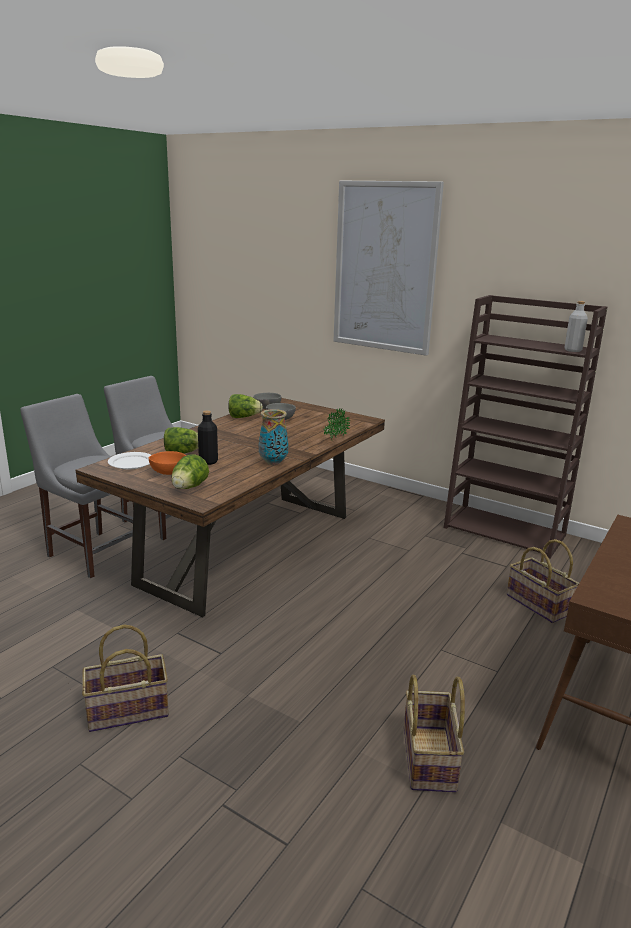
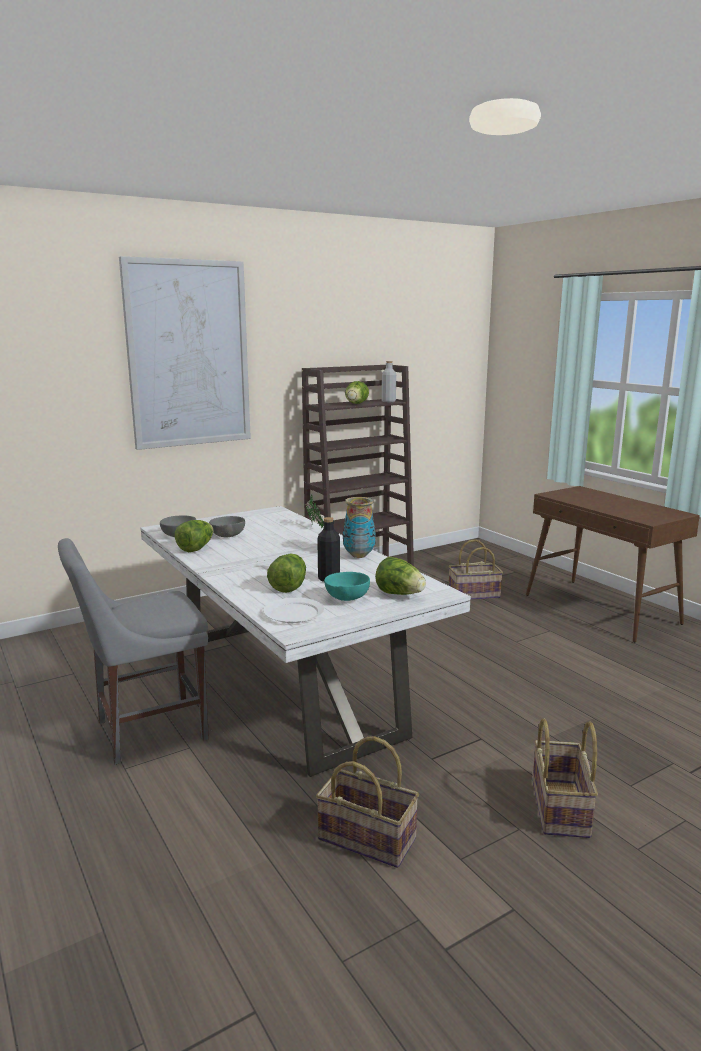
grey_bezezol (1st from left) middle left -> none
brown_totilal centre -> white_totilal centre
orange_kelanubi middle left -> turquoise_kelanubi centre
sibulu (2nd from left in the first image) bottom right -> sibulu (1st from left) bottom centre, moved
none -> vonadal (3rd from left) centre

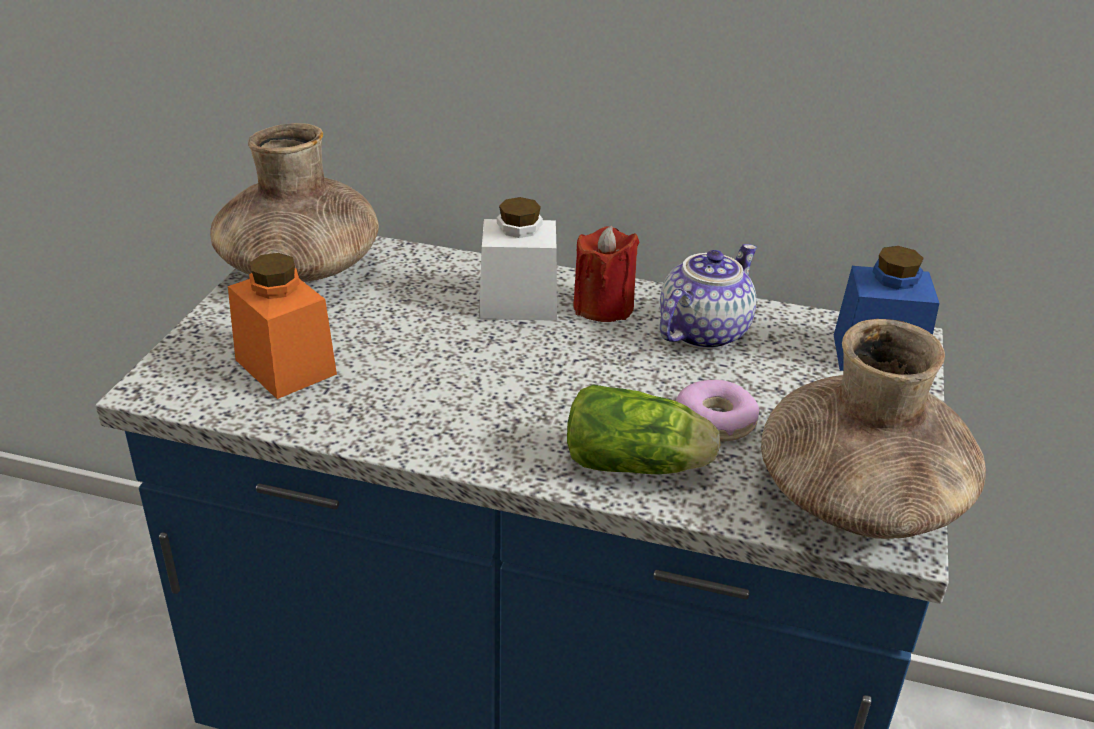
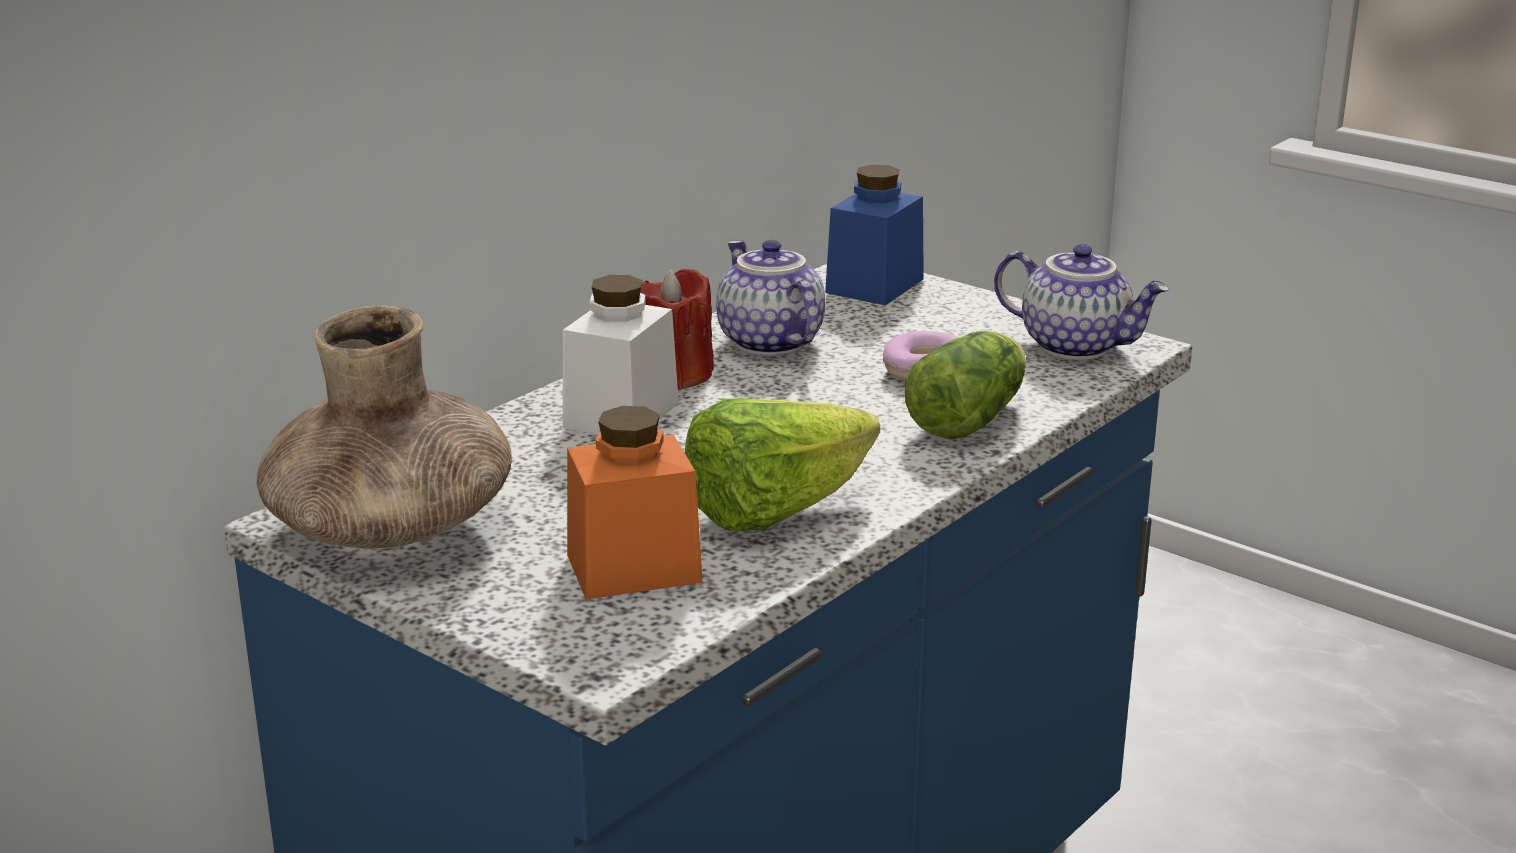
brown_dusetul (2nd from left) middle right -> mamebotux (2nd from left) middle right
none -> vonadal (1st from left) centre

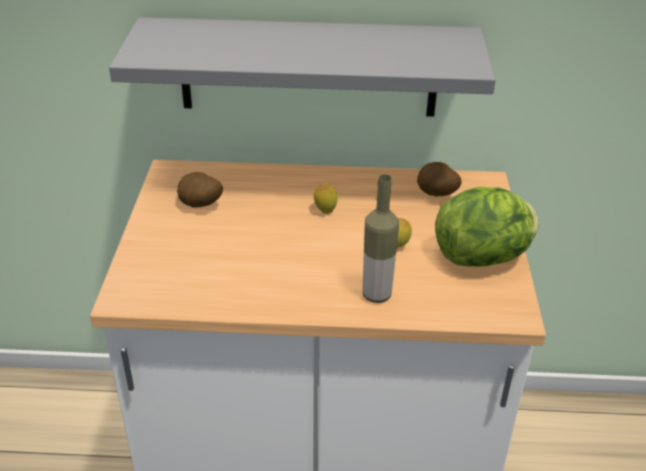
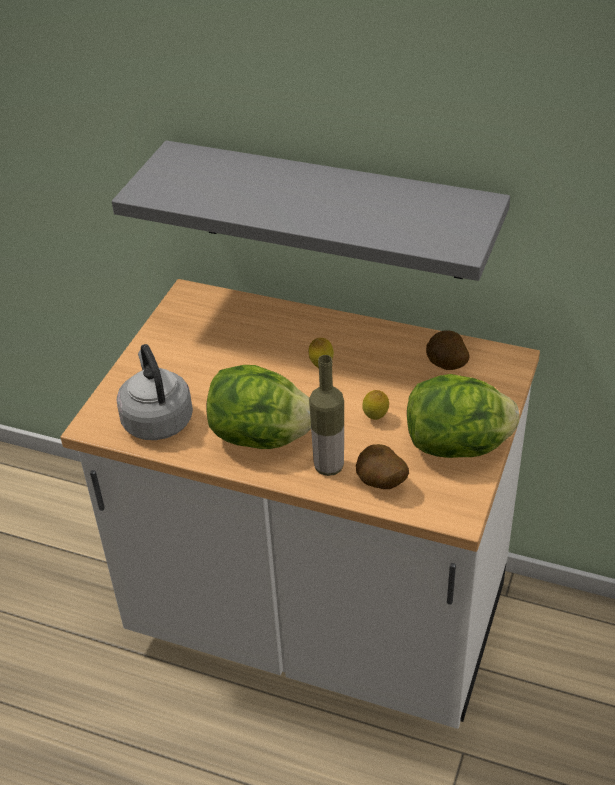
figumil (1st from left) middle left -> figumil (1st from left) centre, moved
none -> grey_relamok middle left
none -> vonadal (1st from left) centre

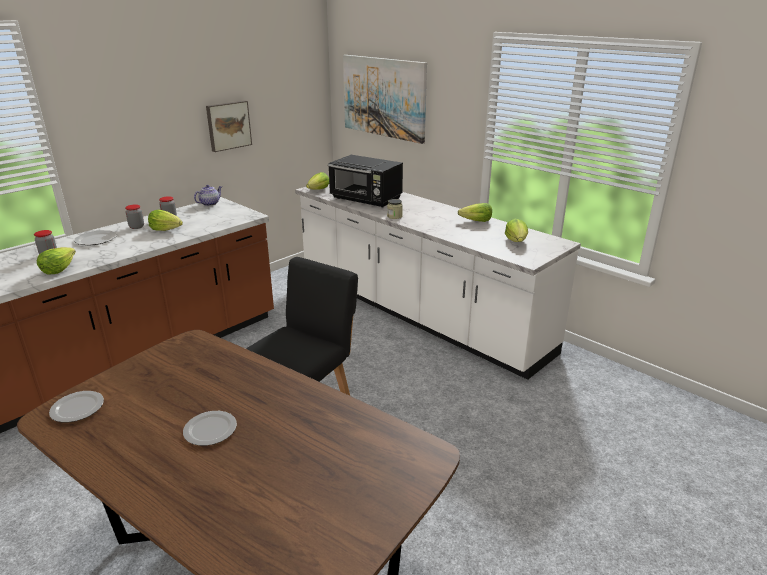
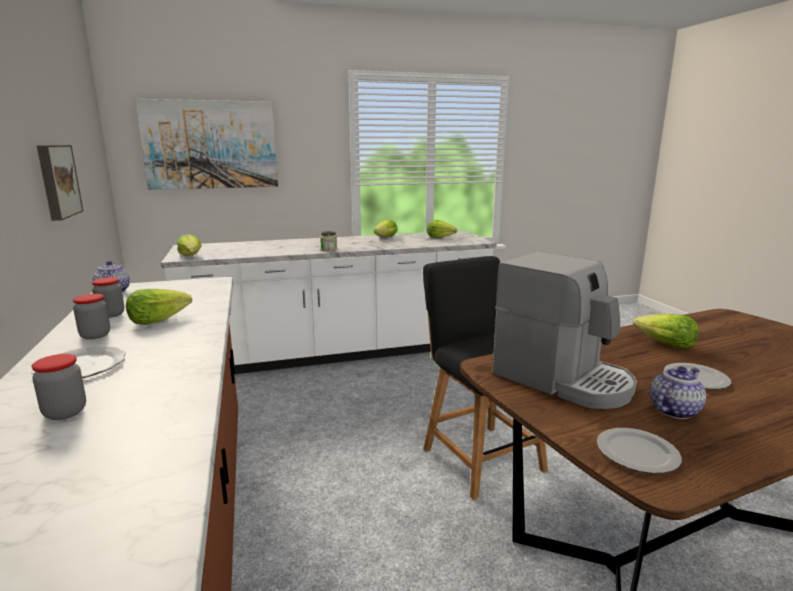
vonadal (1st from left in the first image) middle left -> vonadal (5th from left) middle right, moved
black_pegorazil top centre -> none
none -> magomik middle right
none -> mamebotux (2nd from left) middle right

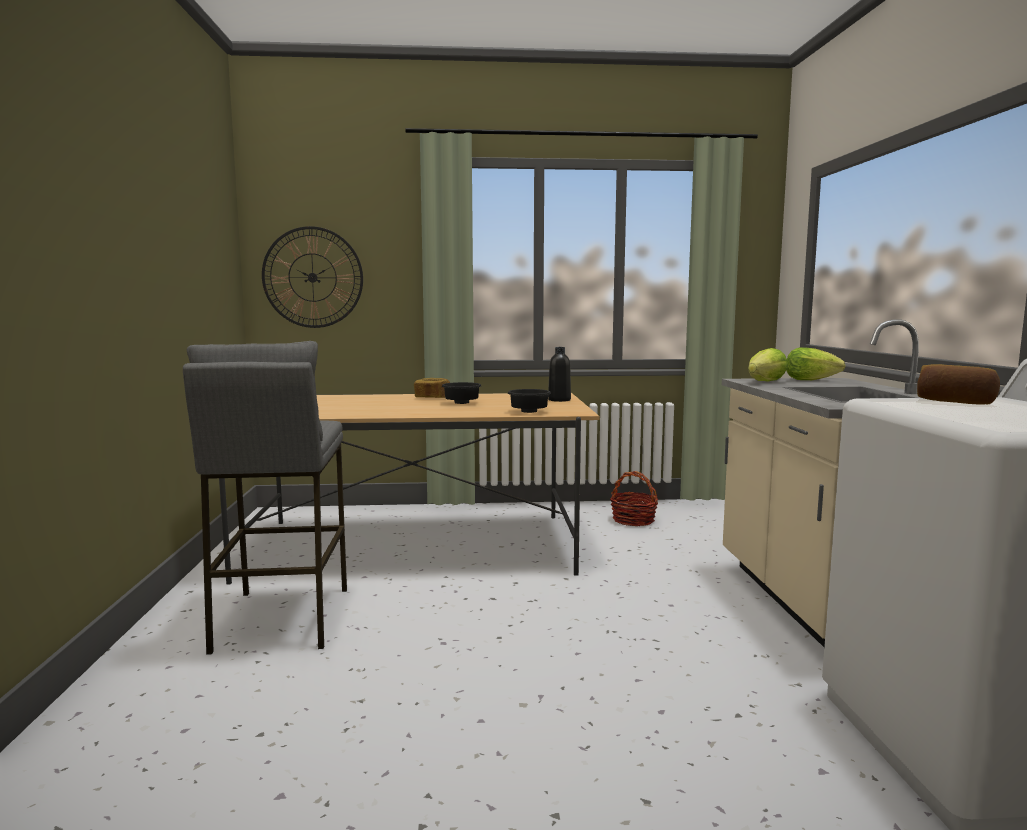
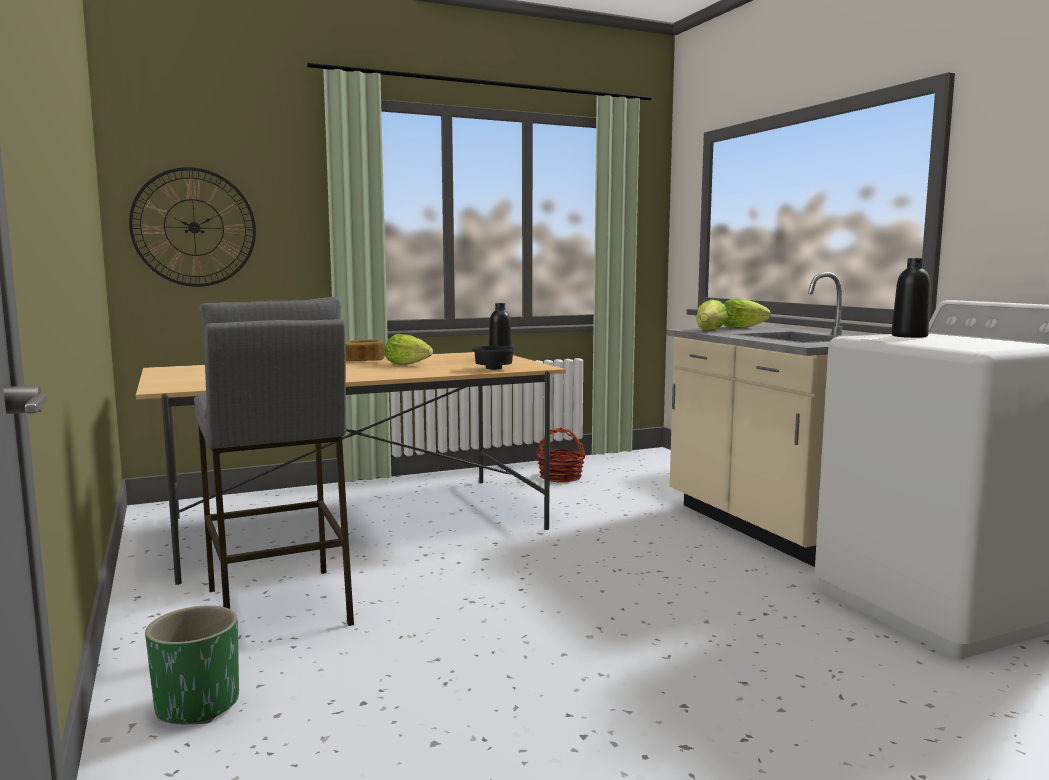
black_kelanubi (1st from left) centre -> vonadal (1st from left) centre
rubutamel (2nd from left) middle right -> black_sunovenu (2nd from left) middle right
none -> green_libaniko bottom left

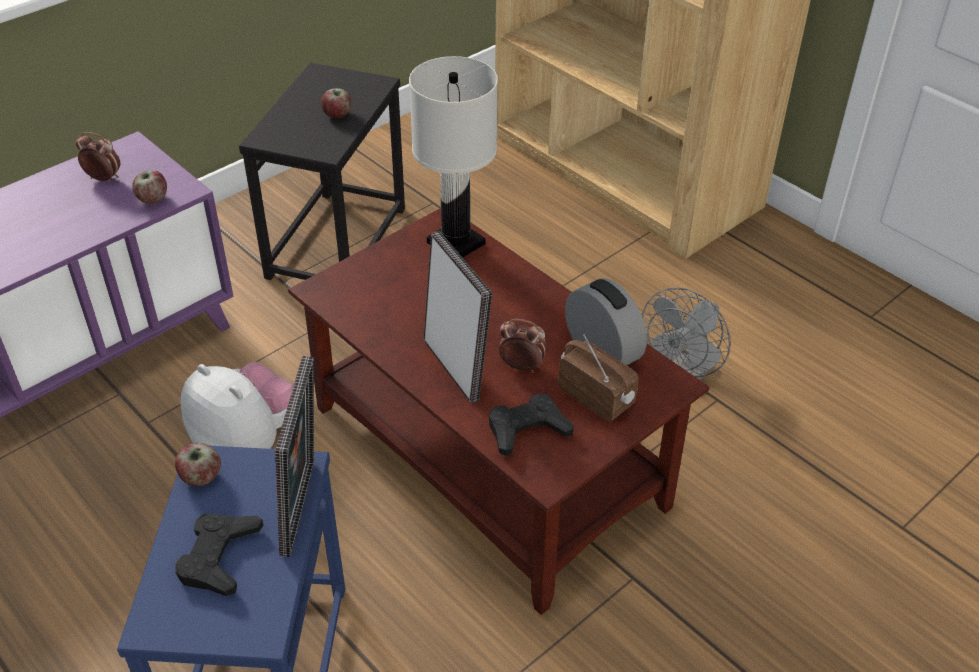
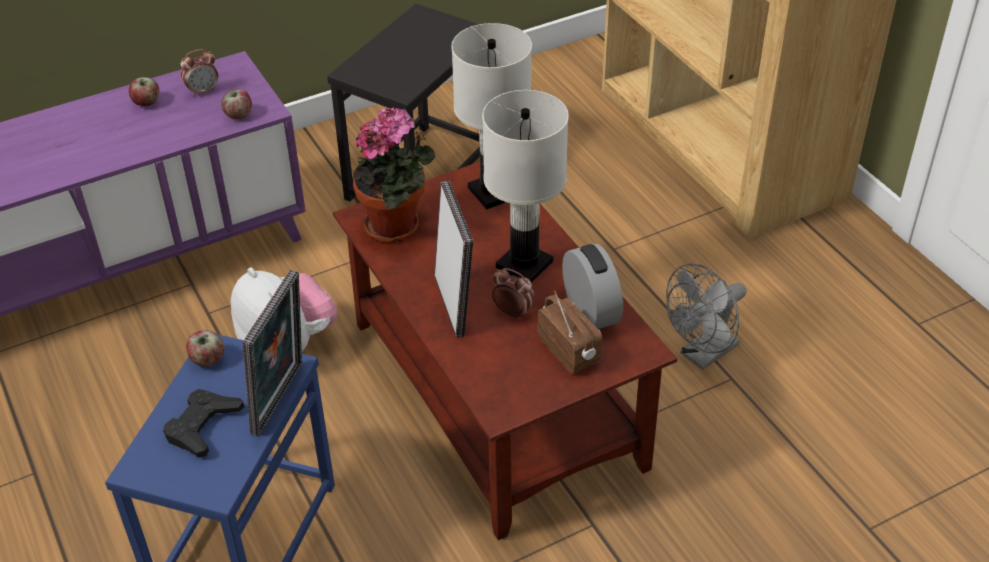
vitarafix (1st from left) top left, 120 degrees clockwise
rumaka (3rd from left in the first image) top centre -> rumaka (1st from left) top left, moved
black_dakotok (2nd from left) centre -> none
none -> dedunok top centre
none -> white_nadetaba (2nd from left) top centre

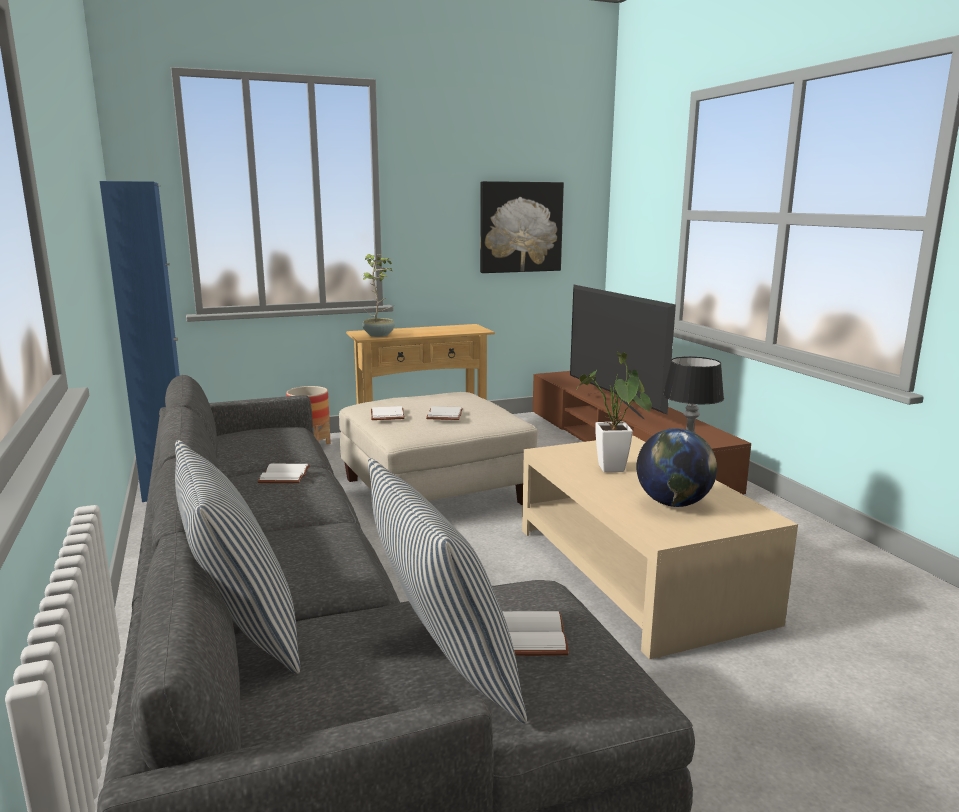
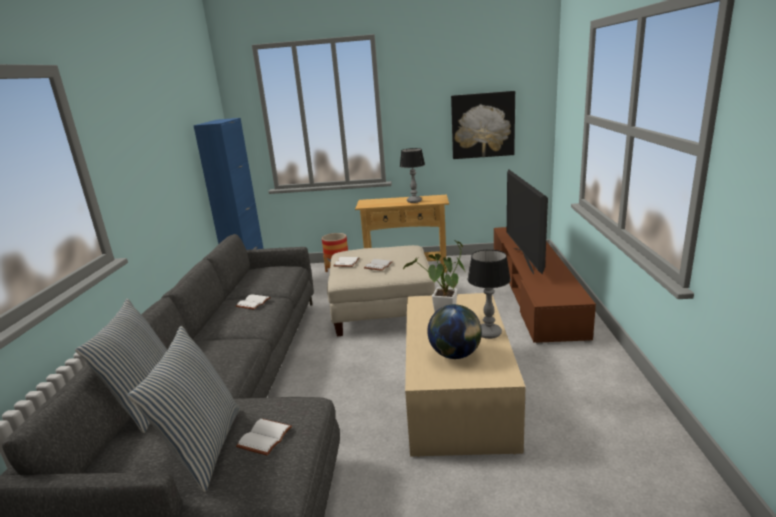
dedunok (1st from left) centre -> none
none -> nadetaba (1st from left) centre

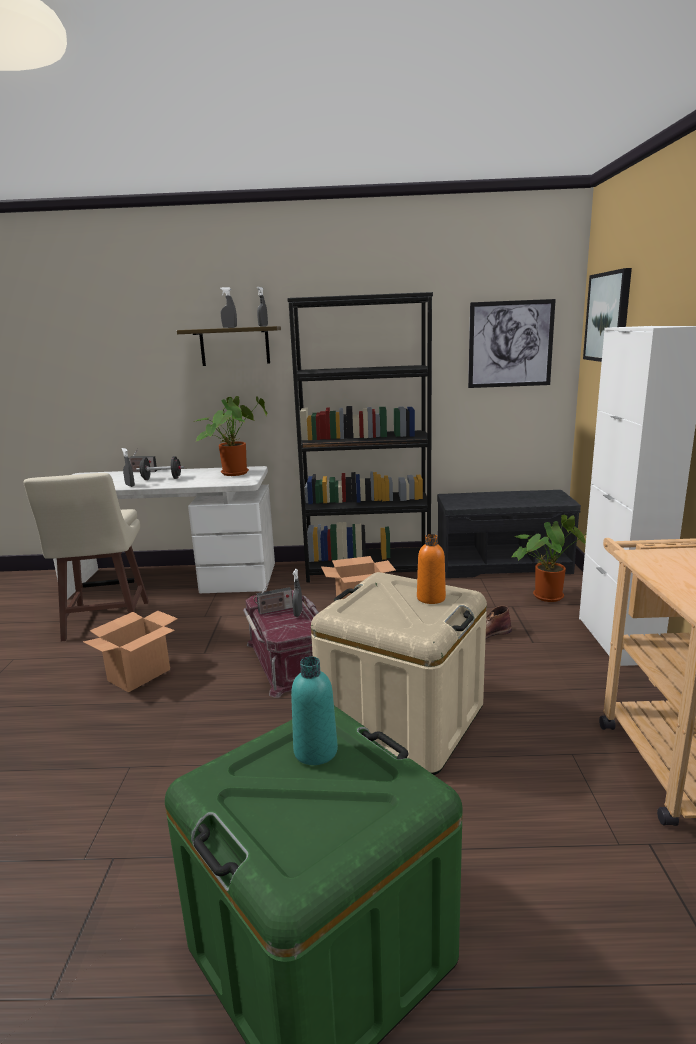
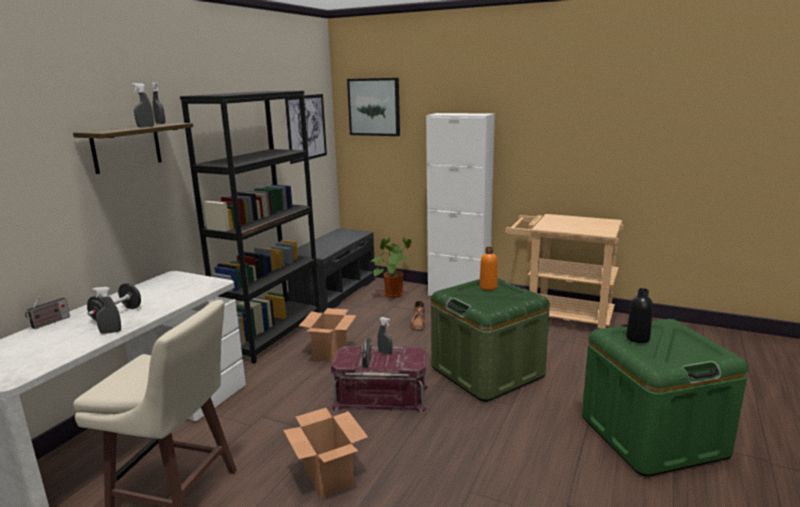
dedunok (1st from left) middle left -> none
turquoise_sunovenu bottom centre -> black_sunovenu middle right
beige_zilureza centre -> green_zilureza (1st from left) bottom centre

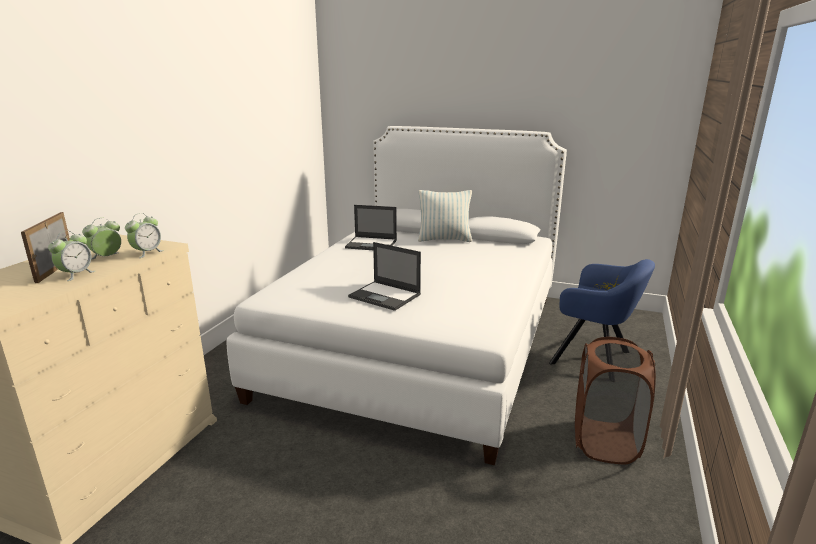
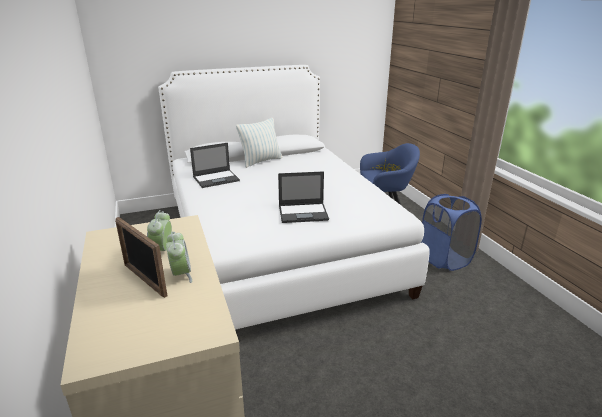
vitarafix (3rd from left) middle left -> none
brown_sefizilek bottom right -> blue_sefizilek middle right

